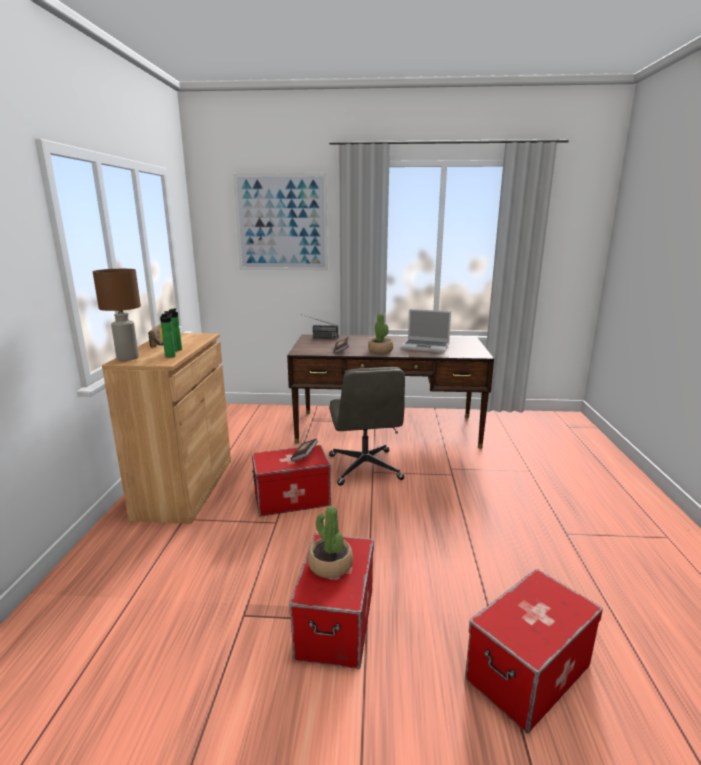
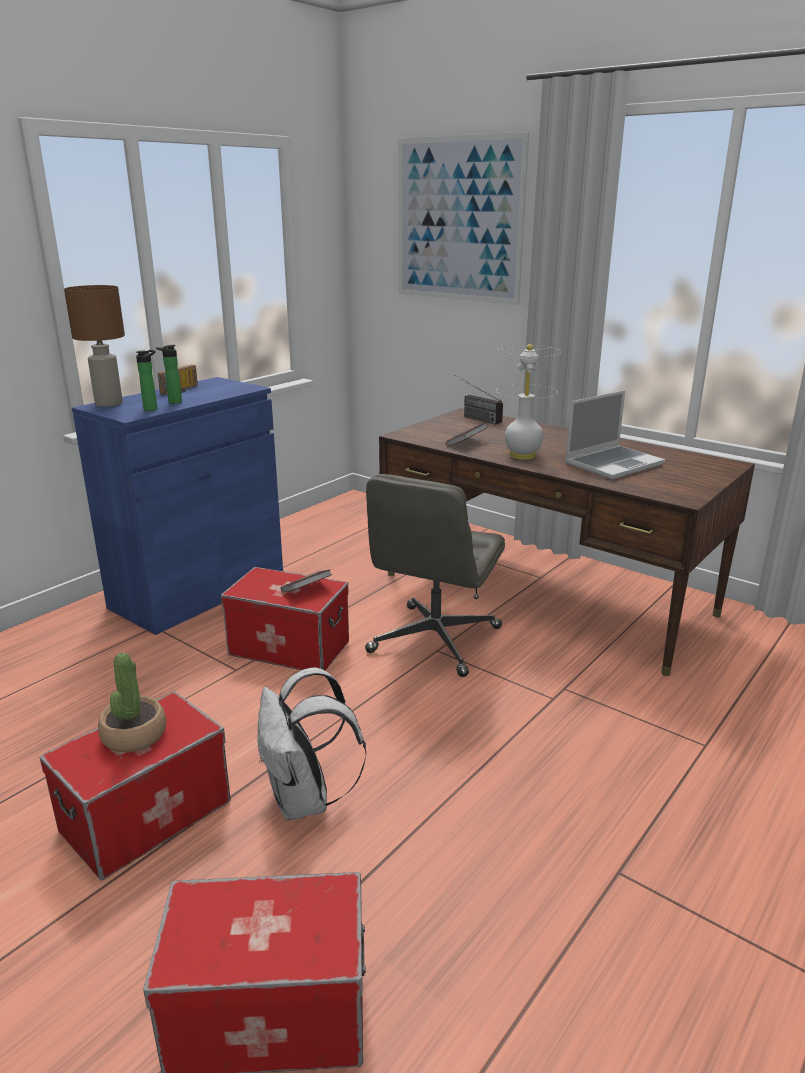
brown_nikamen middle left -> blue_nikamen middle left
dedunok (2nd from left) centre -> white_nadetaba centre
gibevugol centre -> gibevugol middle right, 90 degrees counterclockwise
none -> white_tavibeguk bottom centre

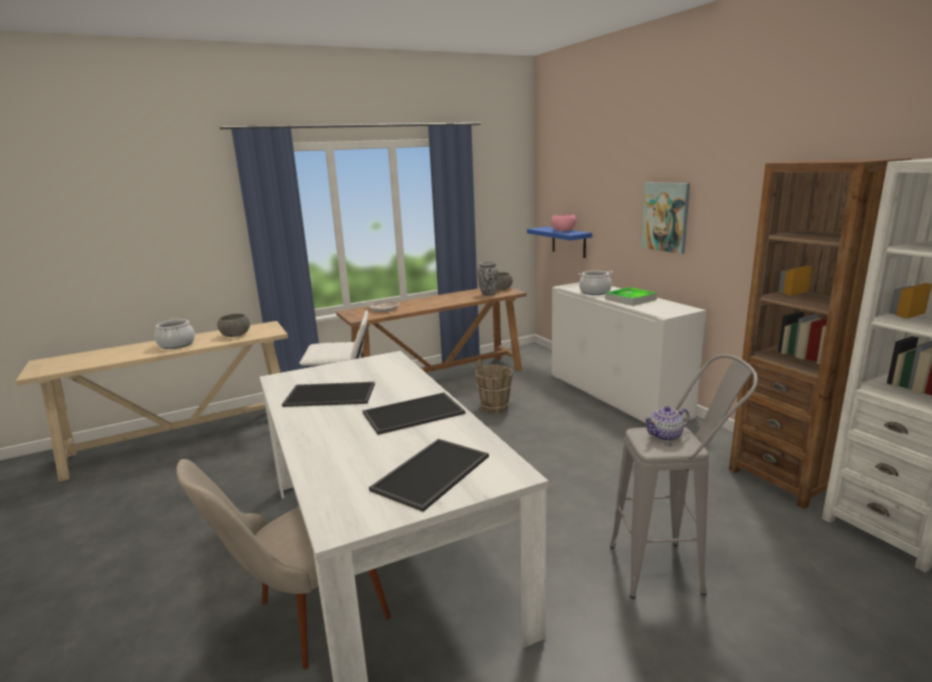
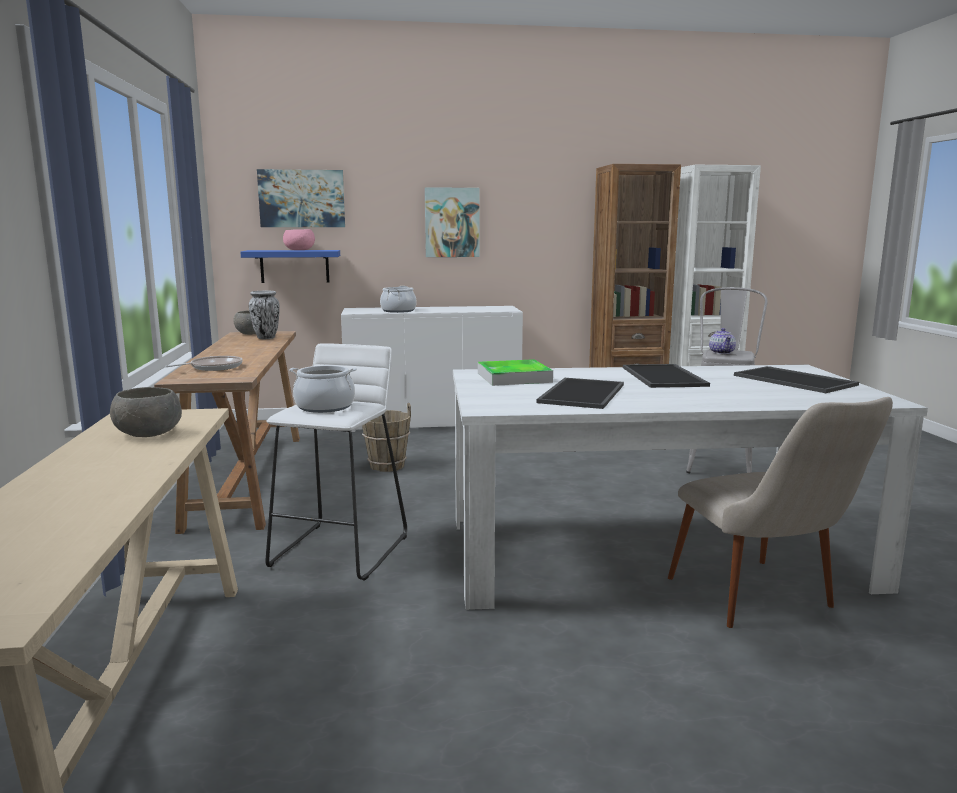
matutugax (1st from left) middle left -> matutugax (1st from left) centre, moved
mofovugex (4th from left in the first image) middle right -> mofovugex (1st from left) centre, moved
none -> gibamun (1st from left) top left

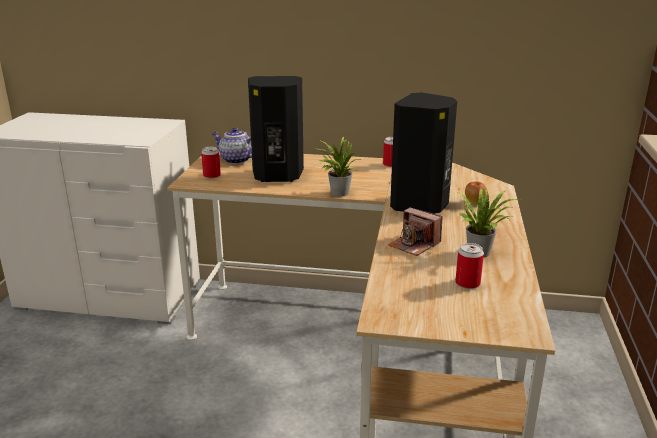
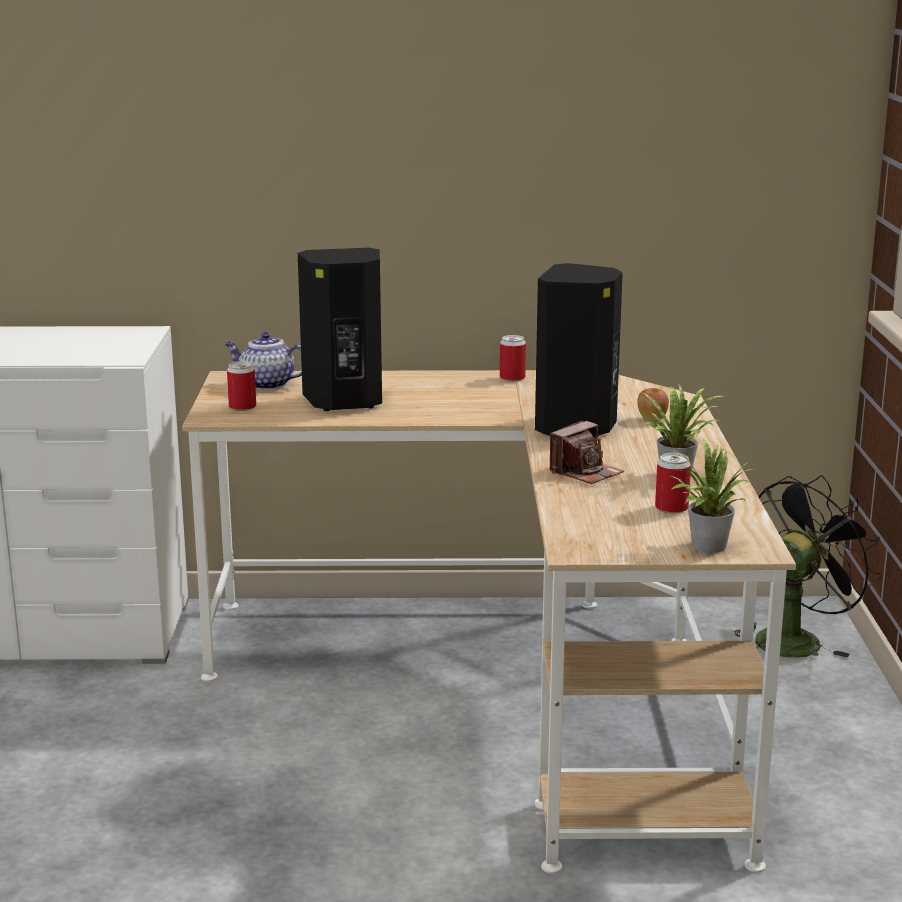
dedunok (1st from left in the first image) centre -> dedunok (2nd from left) middle right, moved
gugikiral centre, 75 degrees counterclockwise
none -> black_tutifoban middle right

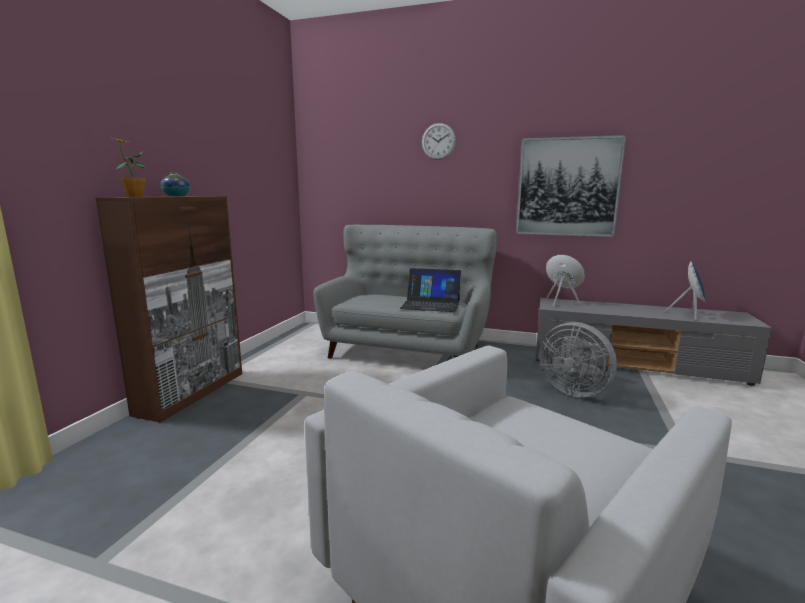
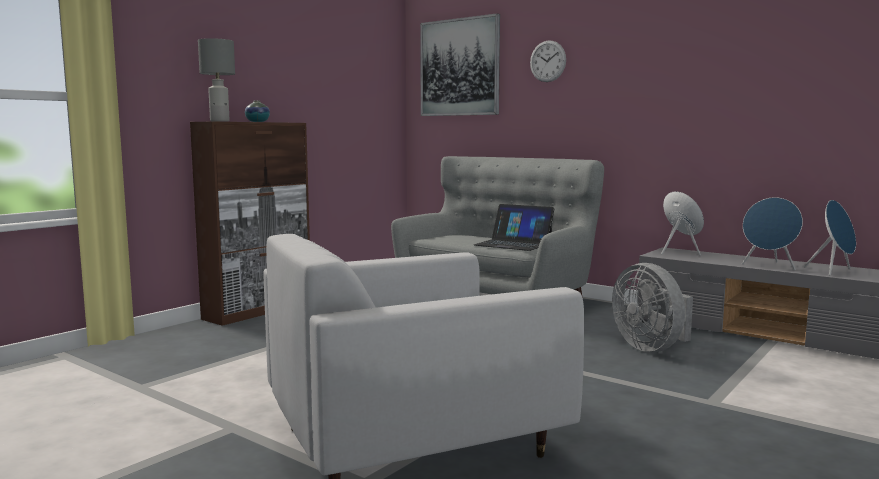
dedunok top left -> grey_nadetaba top left
gibamun top right -> gibamun top centre, moved
none -> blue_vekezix (2nd from left) middle right

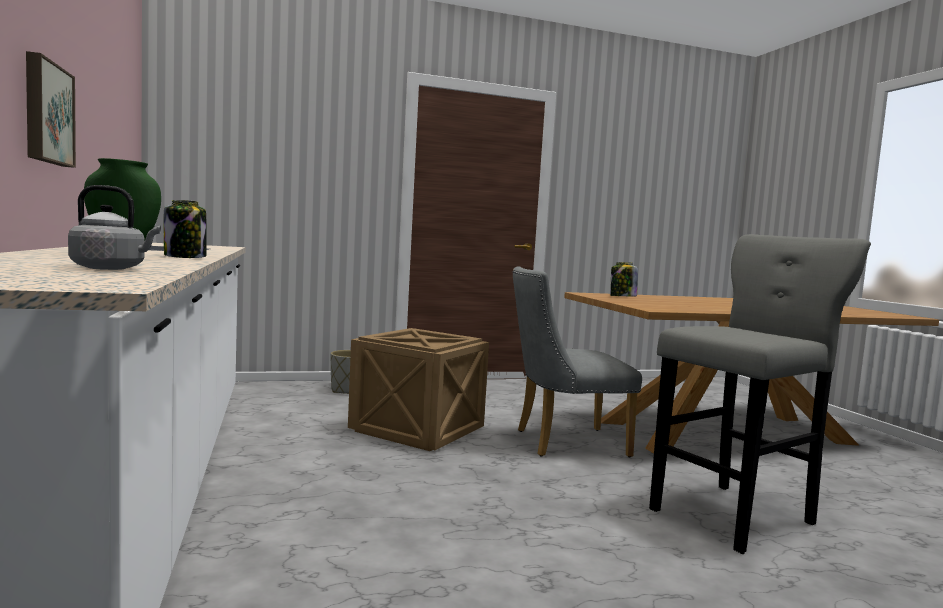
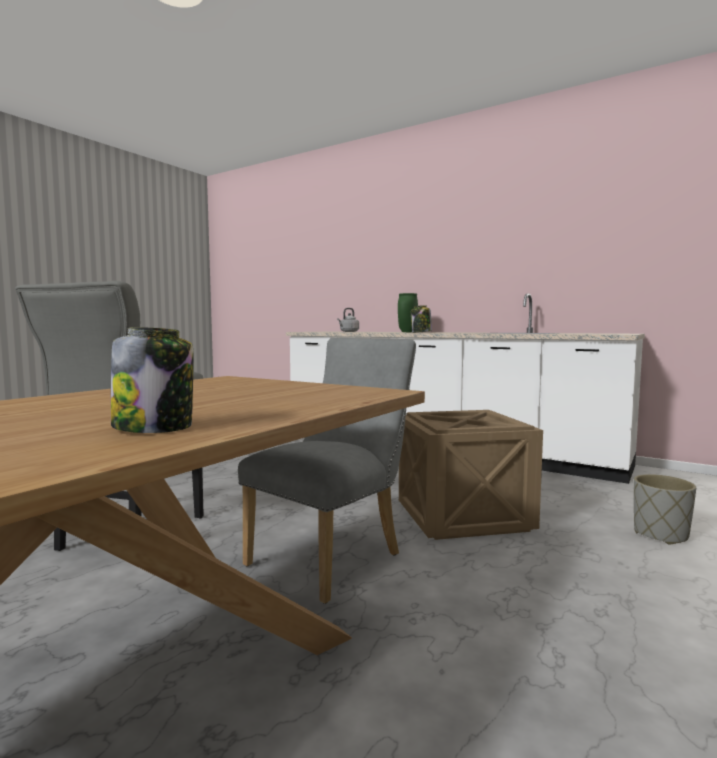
gibamun top left -> none
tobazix (2nd from left in the first image) centre -> tobazix (1st from left) middle left, moved

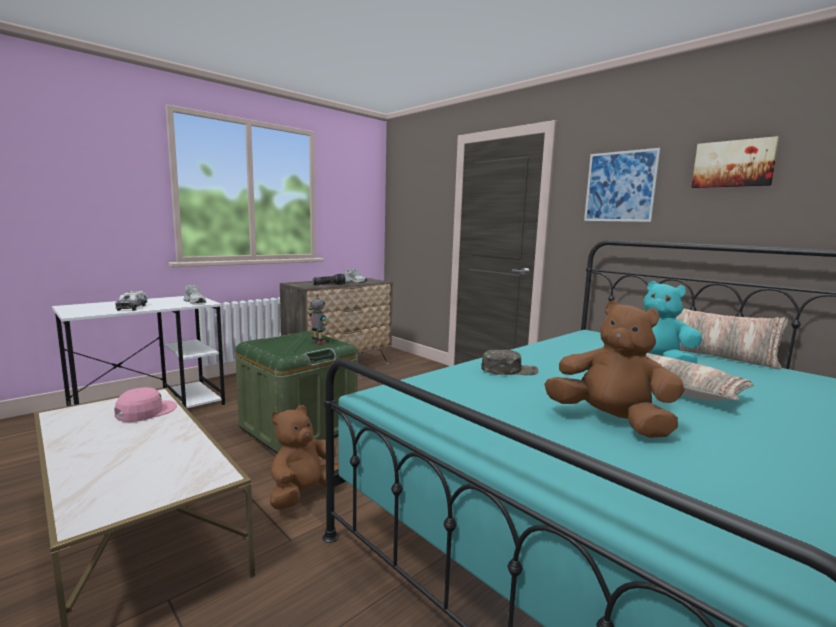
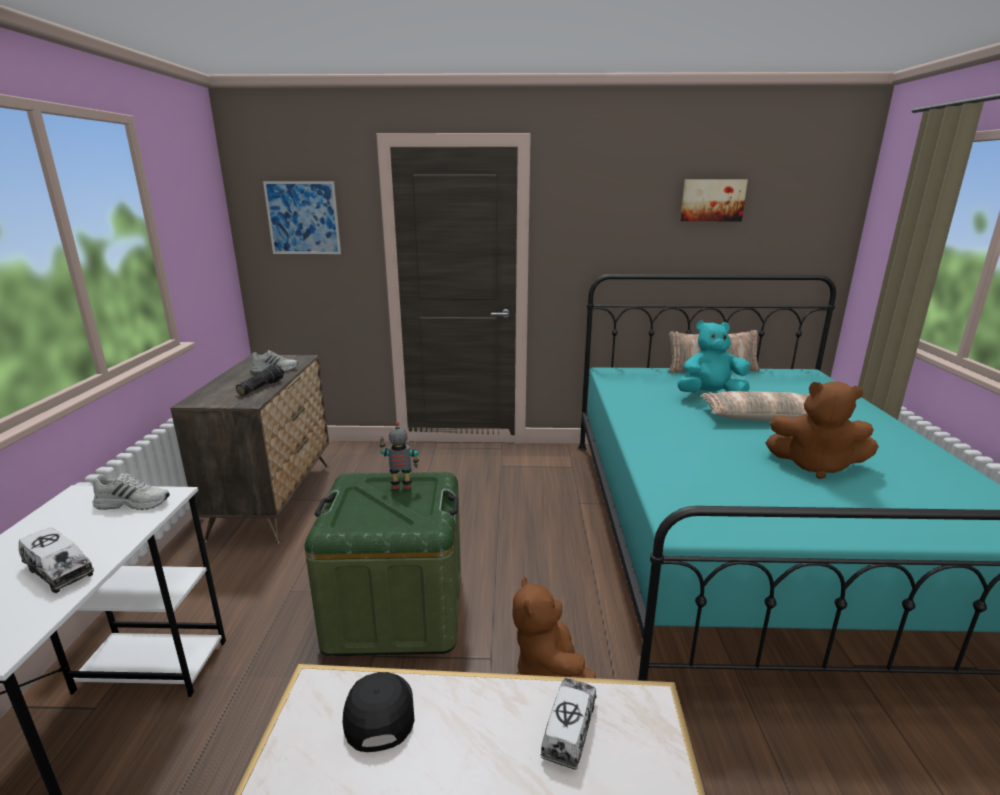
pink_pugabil middle left -> black_pugabil bottom centre
green_pugabil centre -> none
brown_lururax (2nd from left) middle right, 150 degrees counterclockwise
gibamun (1st from left) top right -> gibamun (1st from left) top left, moved
none -> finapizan (2nd from left) bottom centre

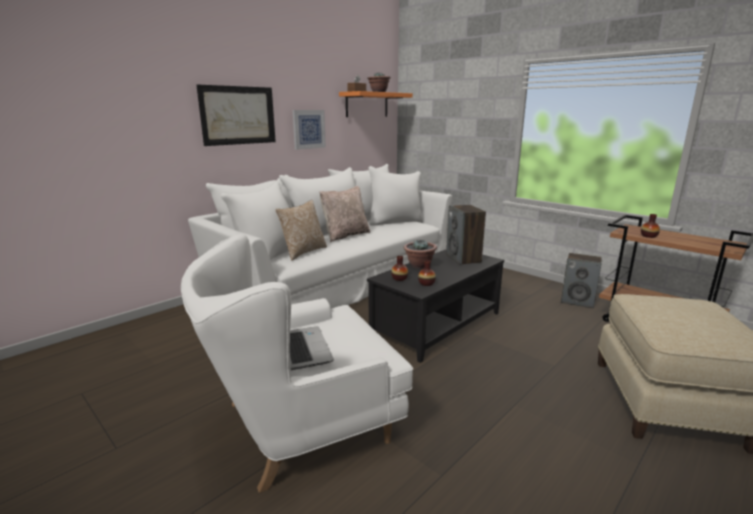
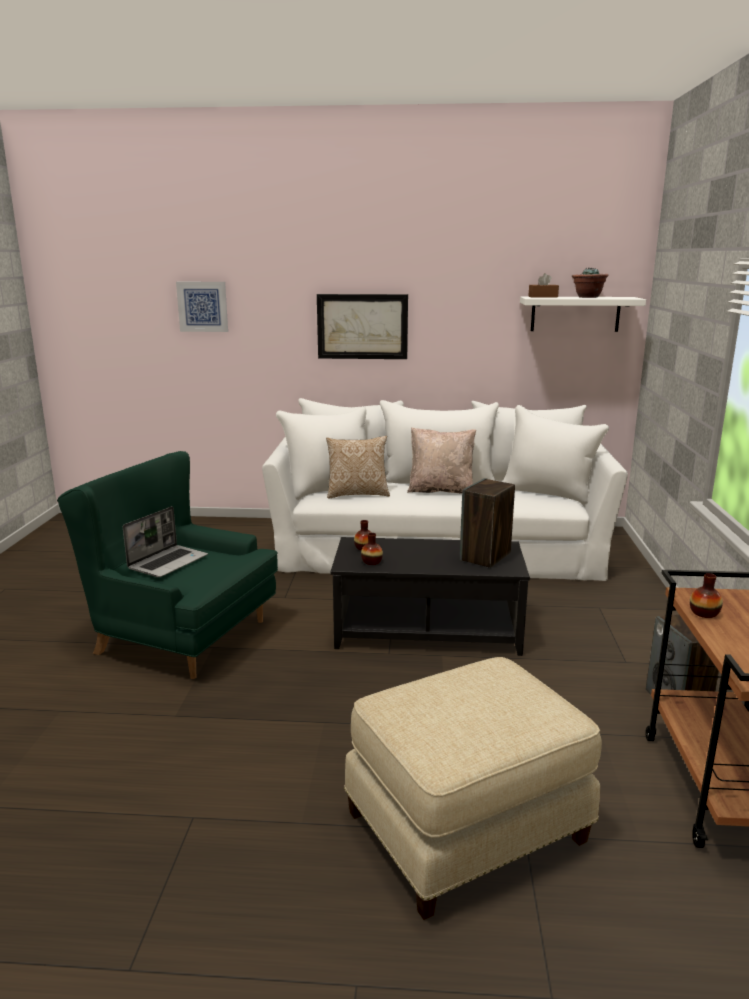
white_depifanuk bottom centre -> green_depifanuk middle left
gibamun (2nd from left in the first image) top centre -> gibamun (1st from left) top left, moved
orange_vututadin top centre -> white_vututadin top right
dedunok (2nd from left) centre -> none

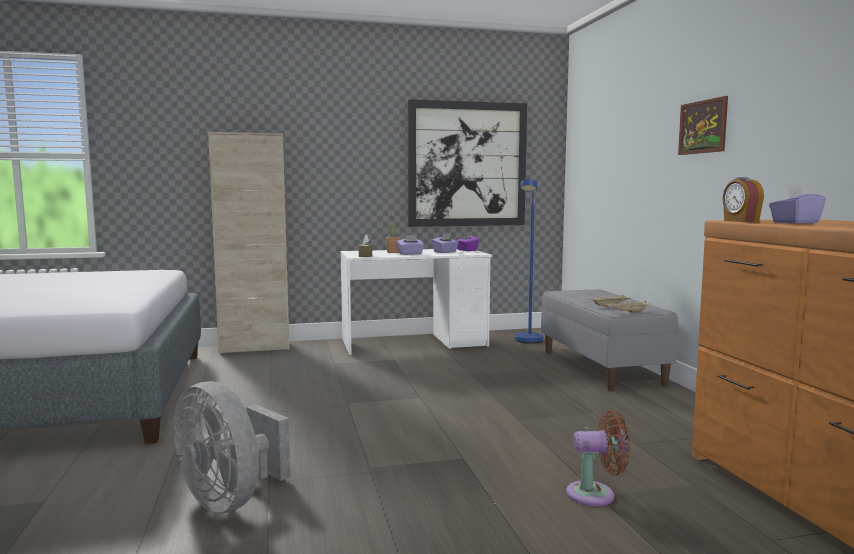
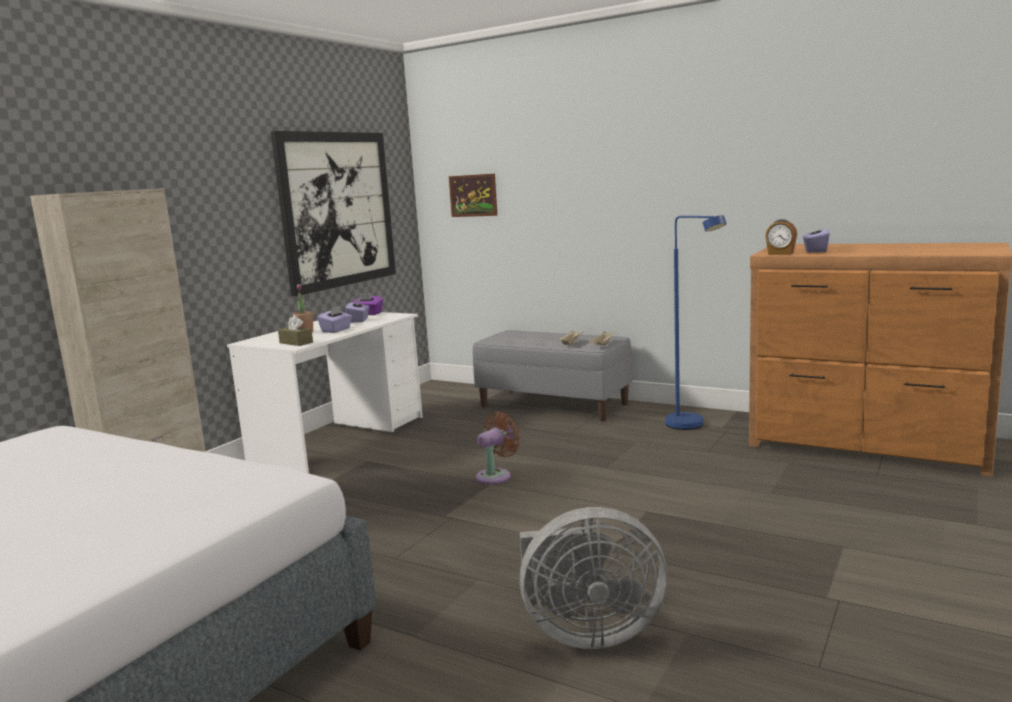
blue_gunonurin centre -> blue_gunonurin middle right, moved
brown_tutifoban bottom right -> brown_tutifoban centre, moved
gibamun (2nd from left) top right -> gibamun (2nd from left) top centre, moved

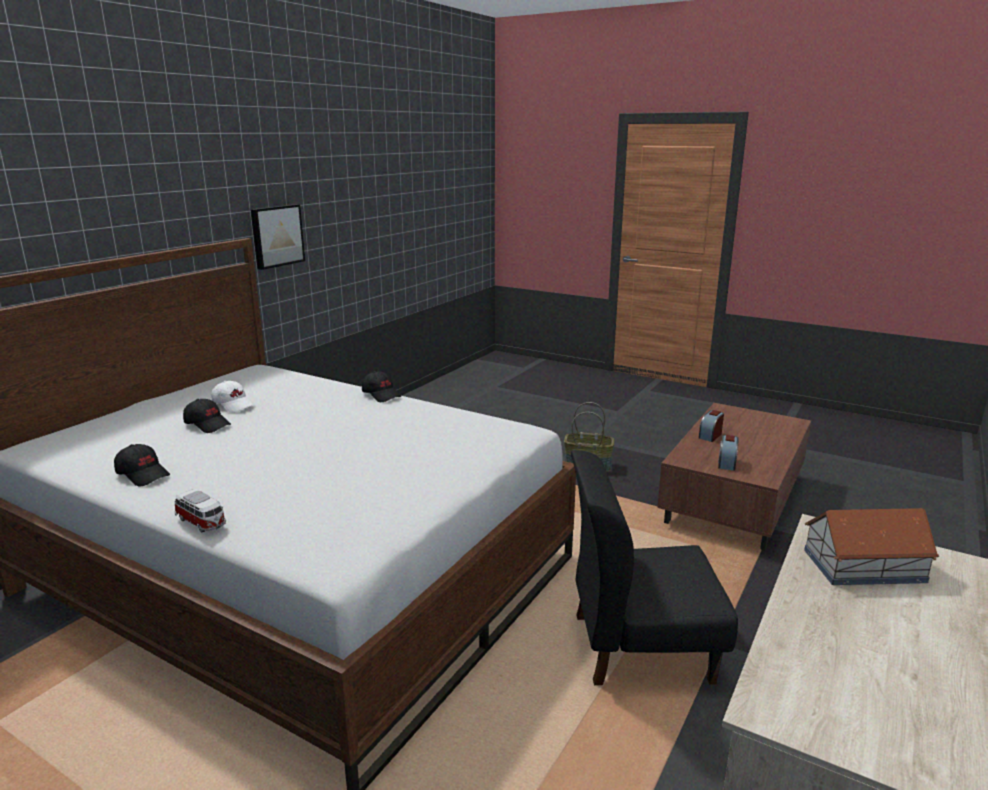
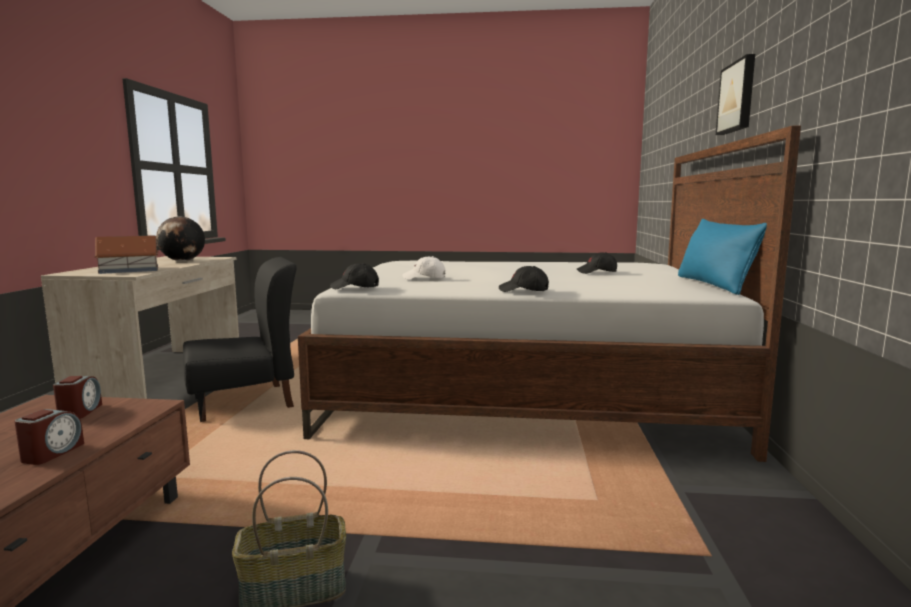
black_pugabil (1st from left) middle left -> black_pugabil (1st from left) centre, moved
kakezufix middle left -> none
white_pugabil middle left -> white_pugabil centre, moved
gibamun top left -> gibamun top right, moved
none -> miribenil middle left
none -> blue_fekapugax middle right

